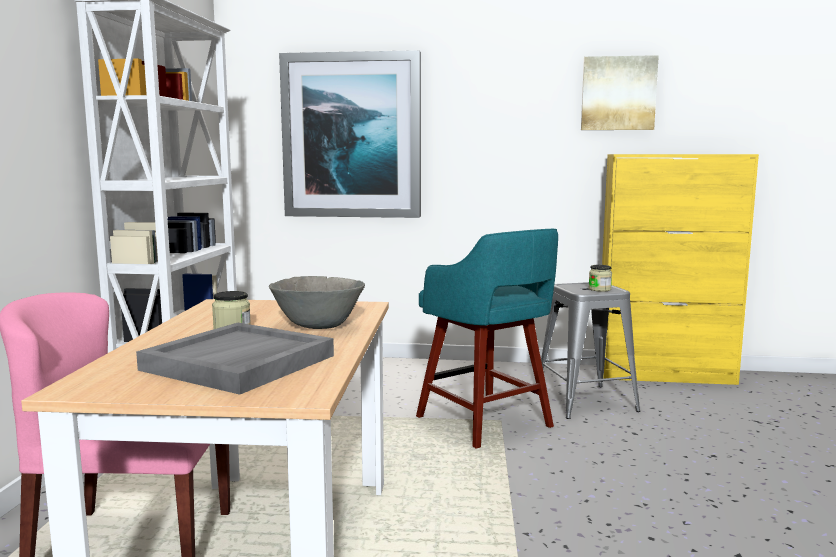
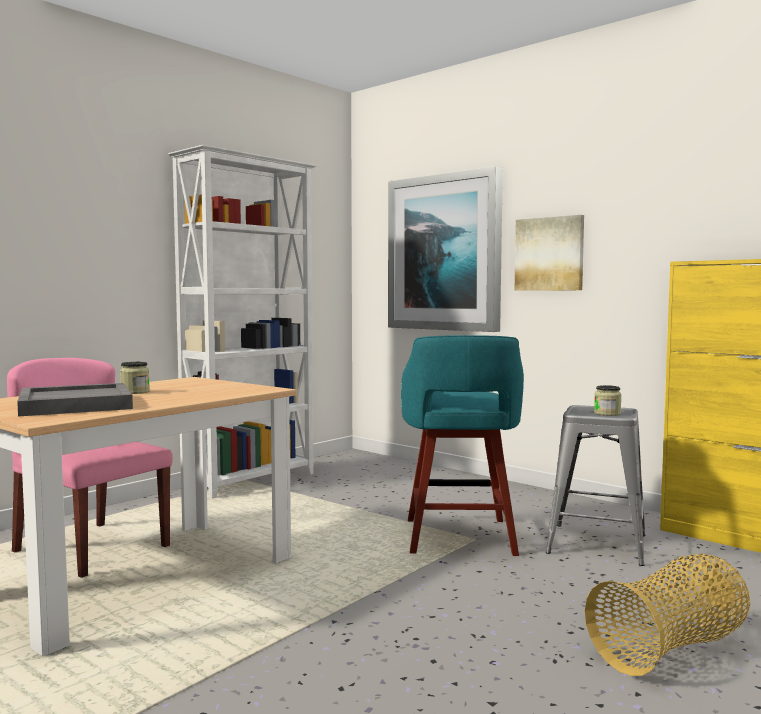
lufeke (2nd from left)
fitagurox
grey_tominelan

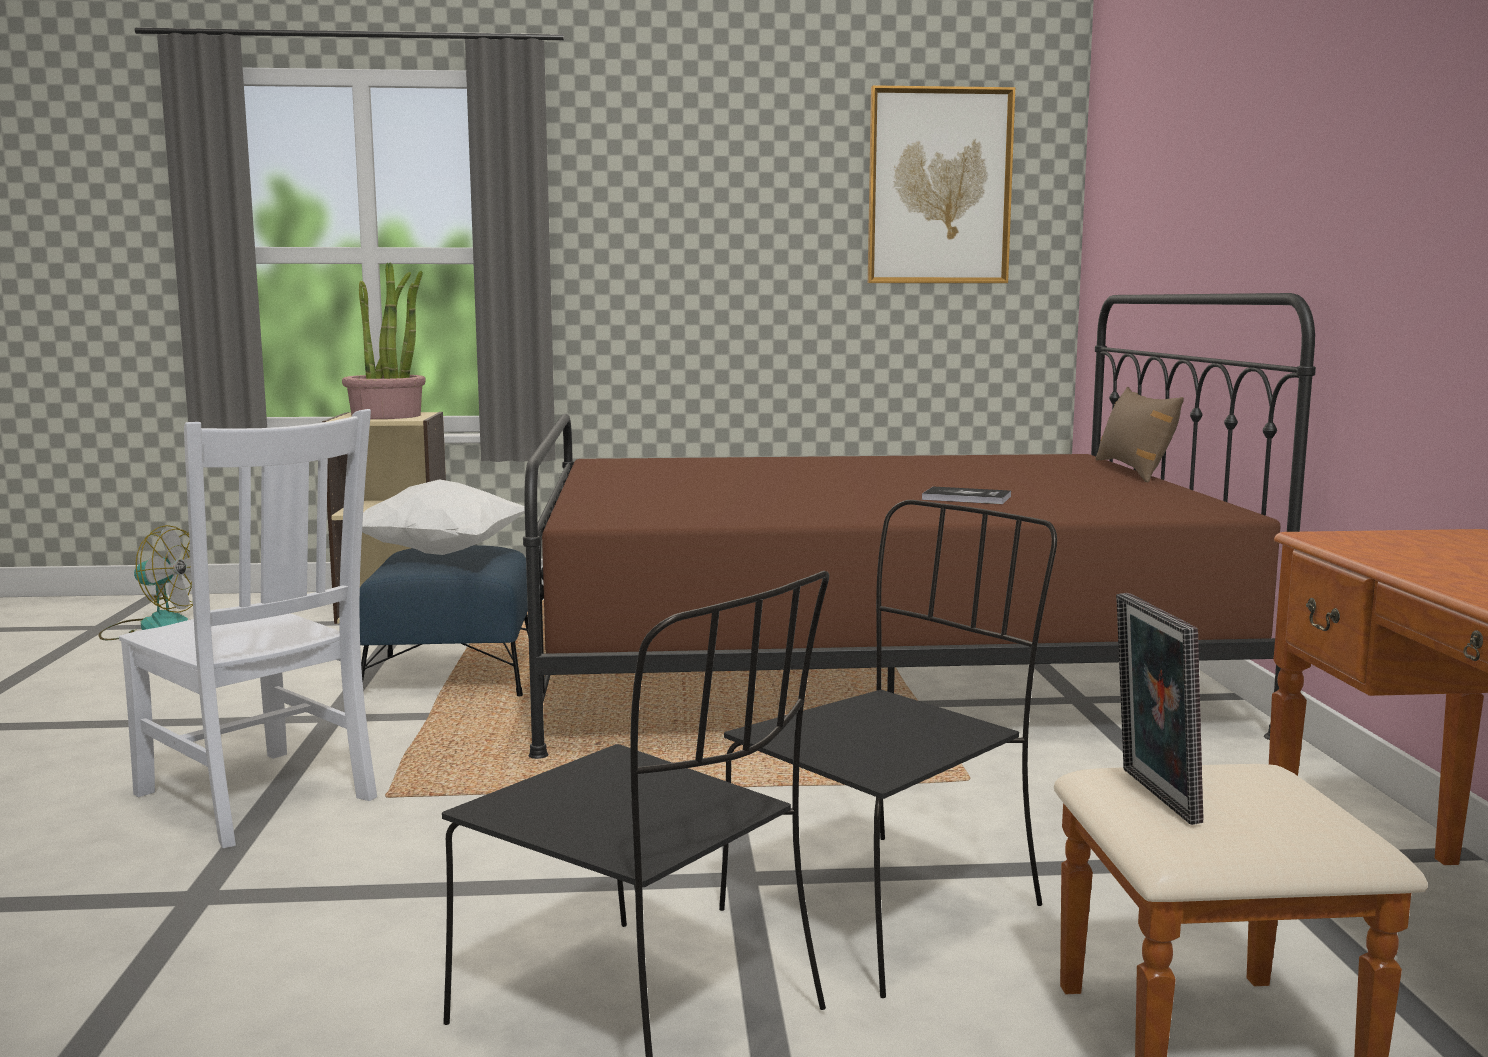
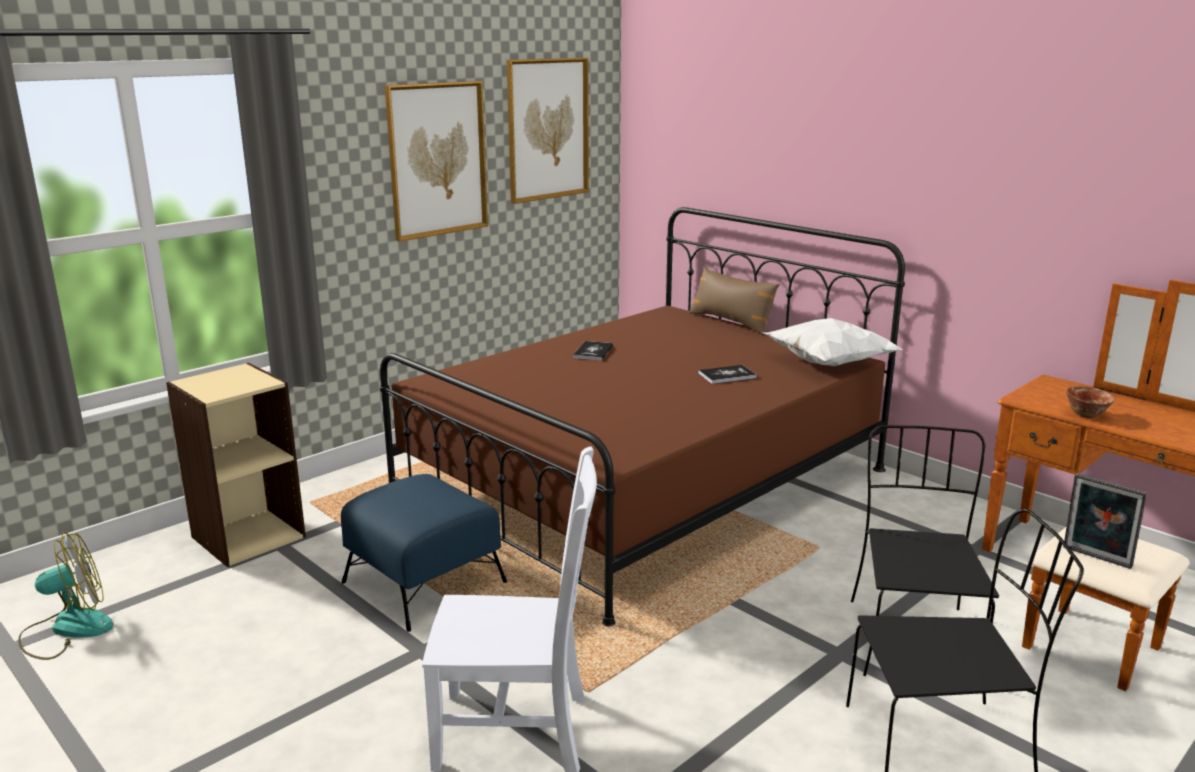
lufeke (1st from left)
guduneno (1st from left)
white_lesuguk
tominelan
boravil

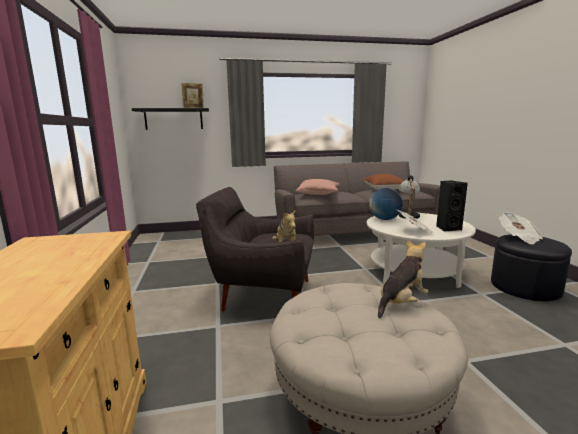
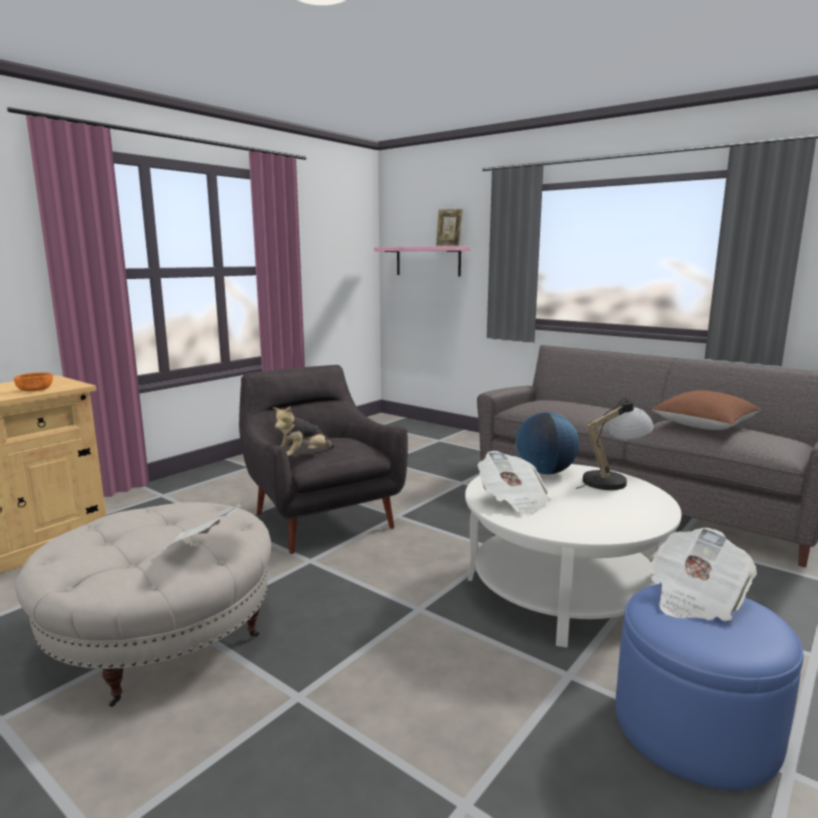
orange_tominelan
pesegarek (1st from left)
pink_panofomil
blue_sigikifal
pink_lesuguk
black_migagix

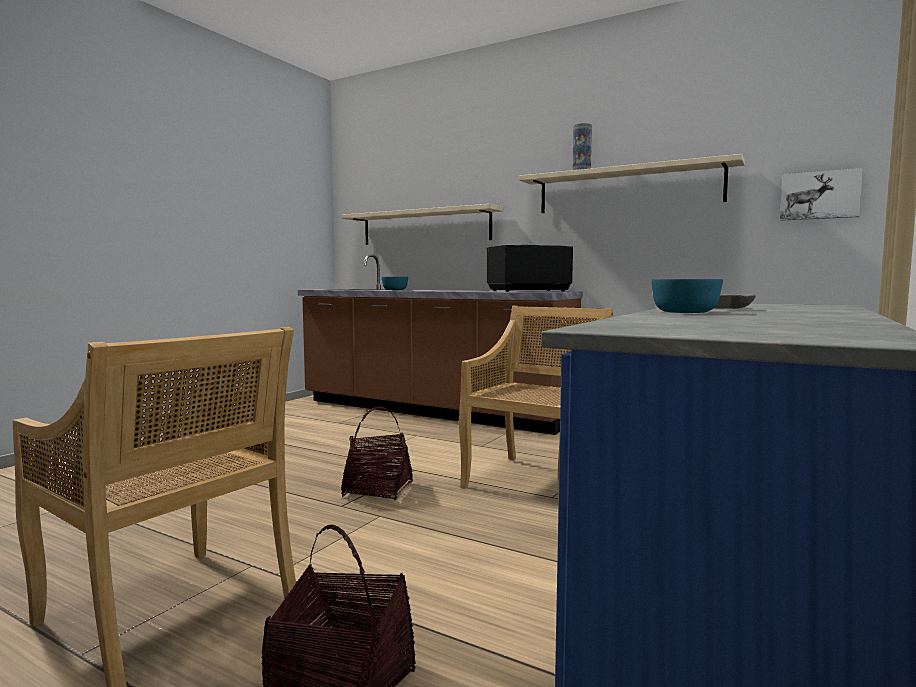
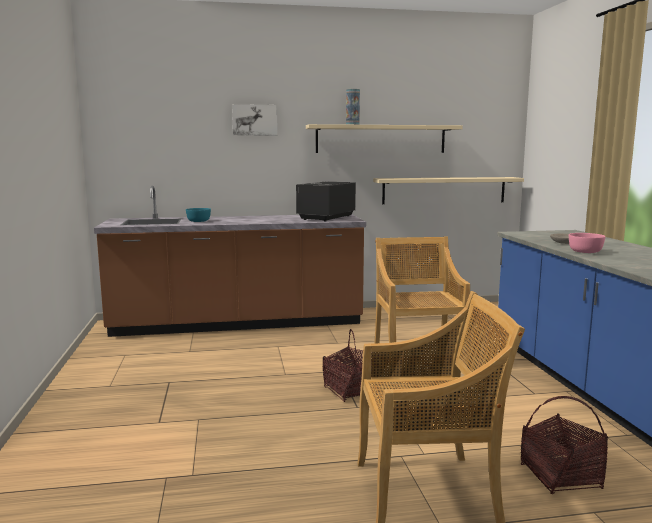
lufeke
beige_panofomil (2nd from left)
pink_tominelan

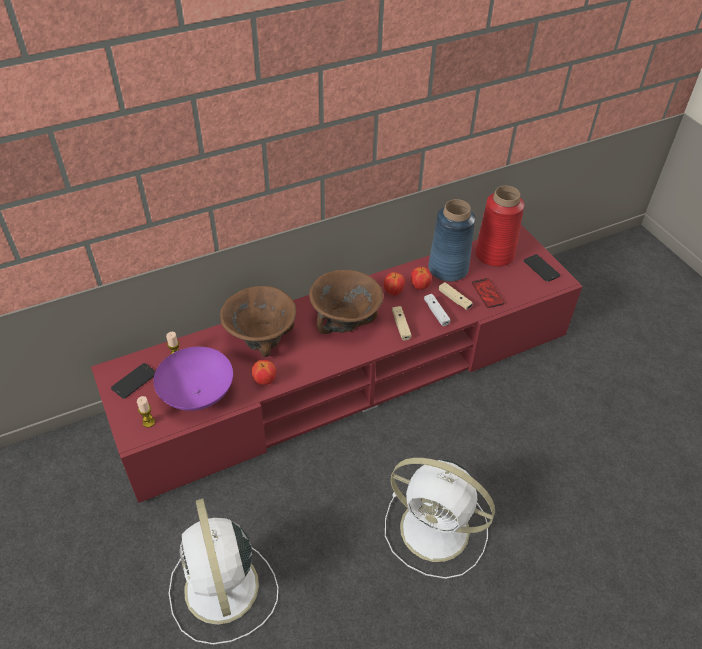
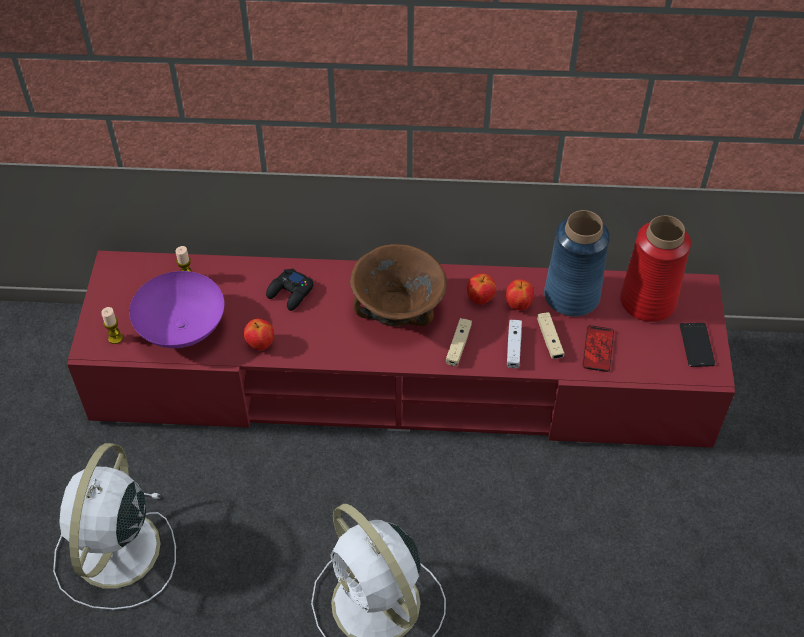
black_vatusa
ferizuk (1st from left in the first image)

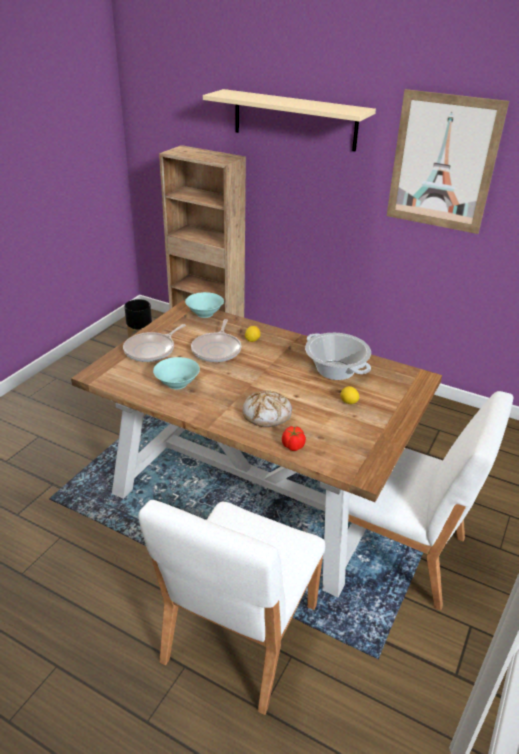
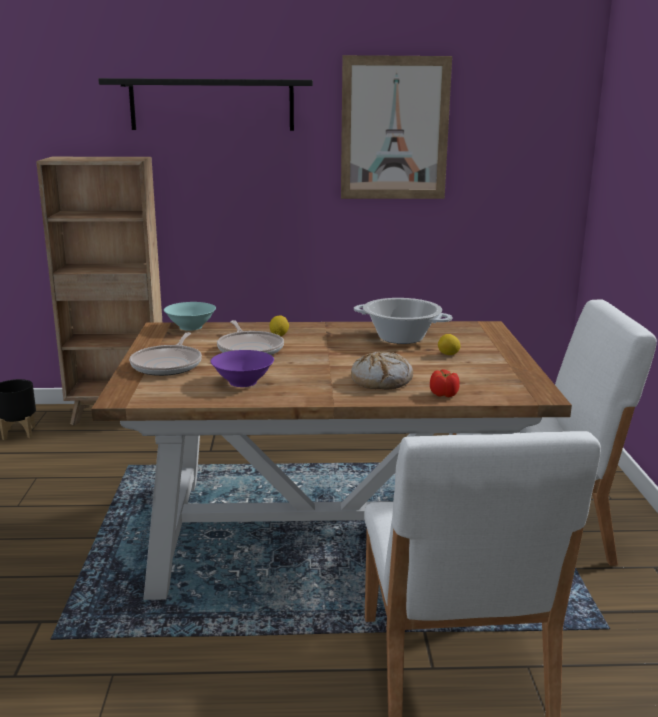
black_panofomil
purple_tominelan

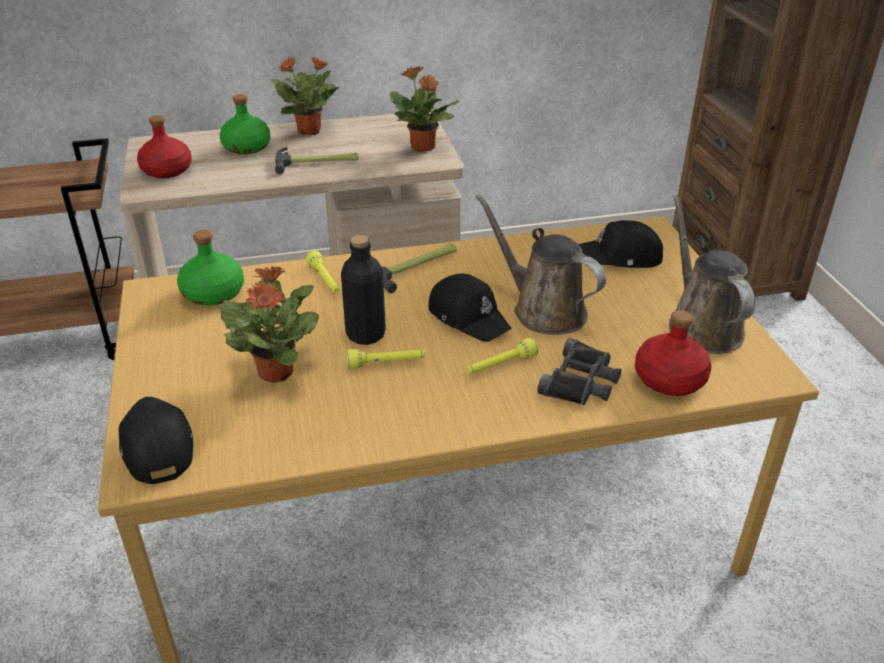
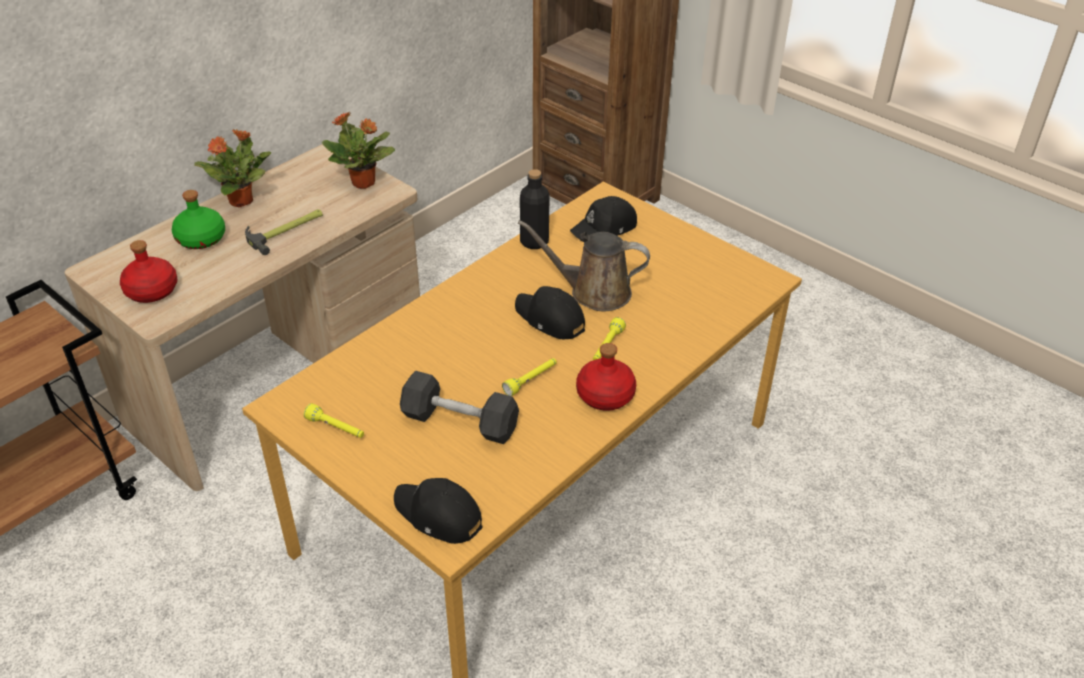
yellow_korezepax (1st from left)
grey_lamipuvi
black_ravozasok (2nd from left)
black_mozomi
red_mozomi (2nd from left)
green_mozomi (1st from left in the first image)
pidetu (2nd from left in the first image)
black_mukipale
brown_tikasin (2nd from left in the first image)

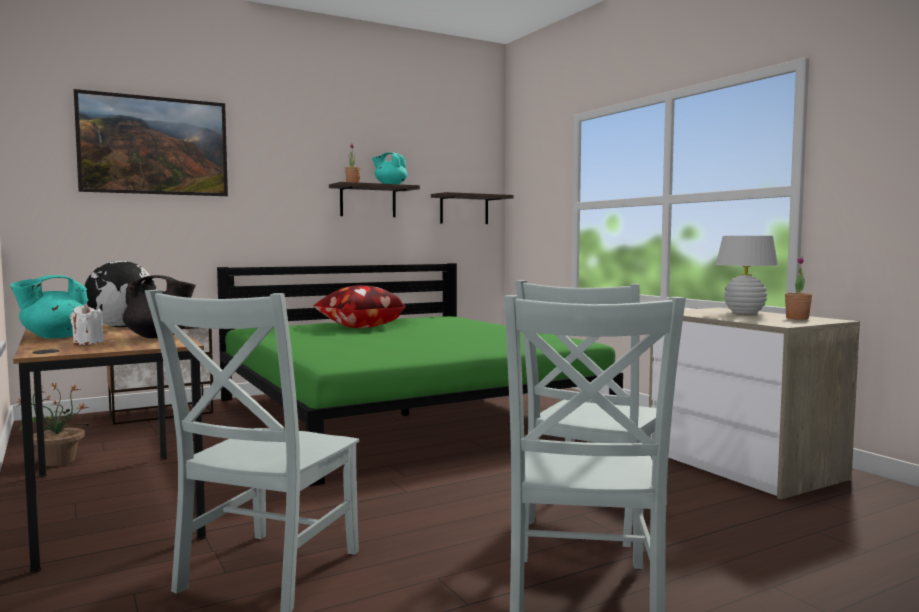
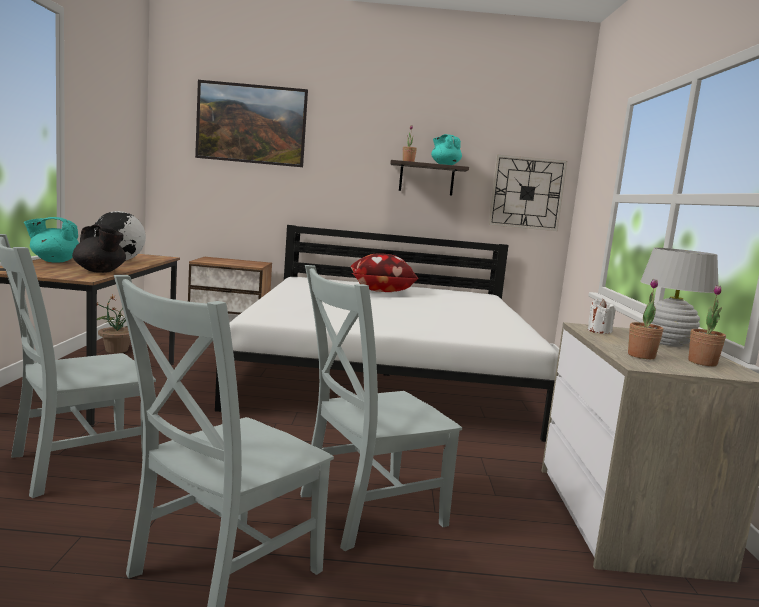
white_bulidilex
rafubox
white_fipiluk
boravil (3rd from left)

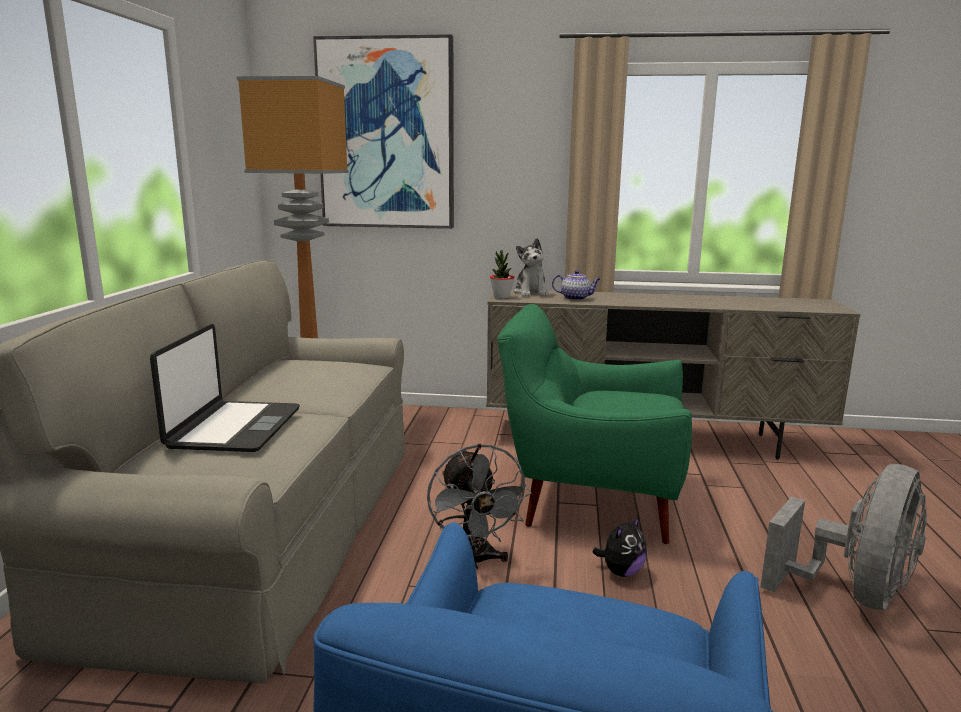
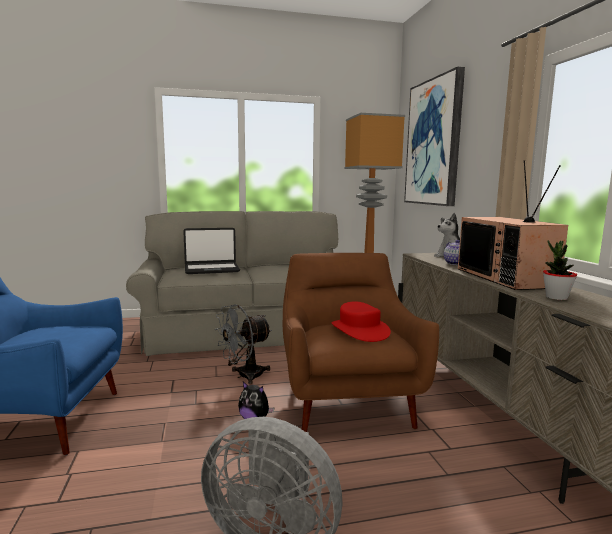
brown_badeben
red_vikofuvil
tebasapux
boravil

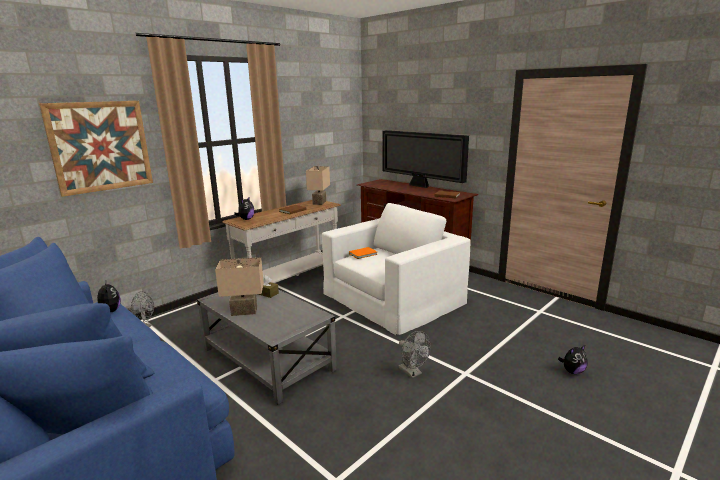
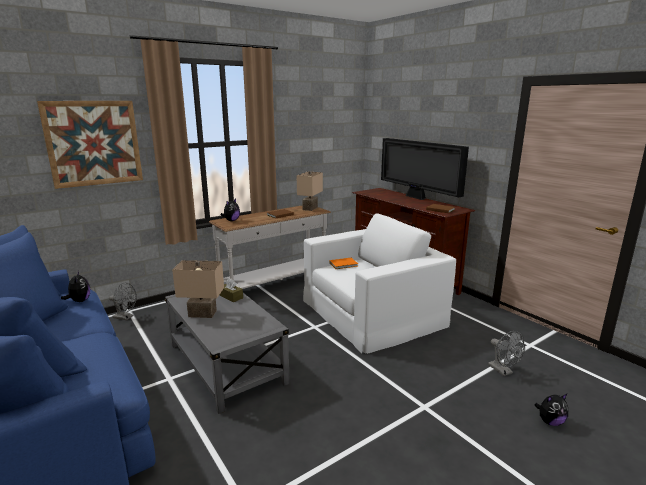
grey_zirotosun (2nd from left)

